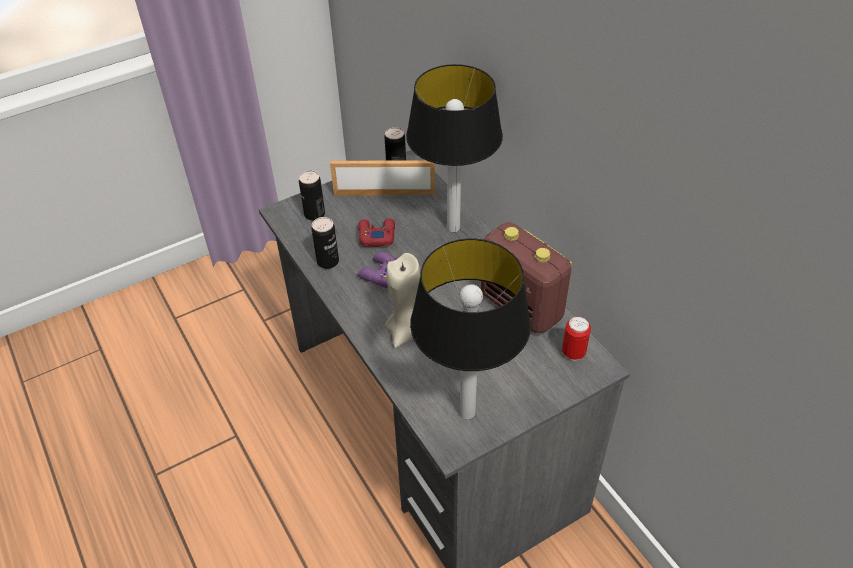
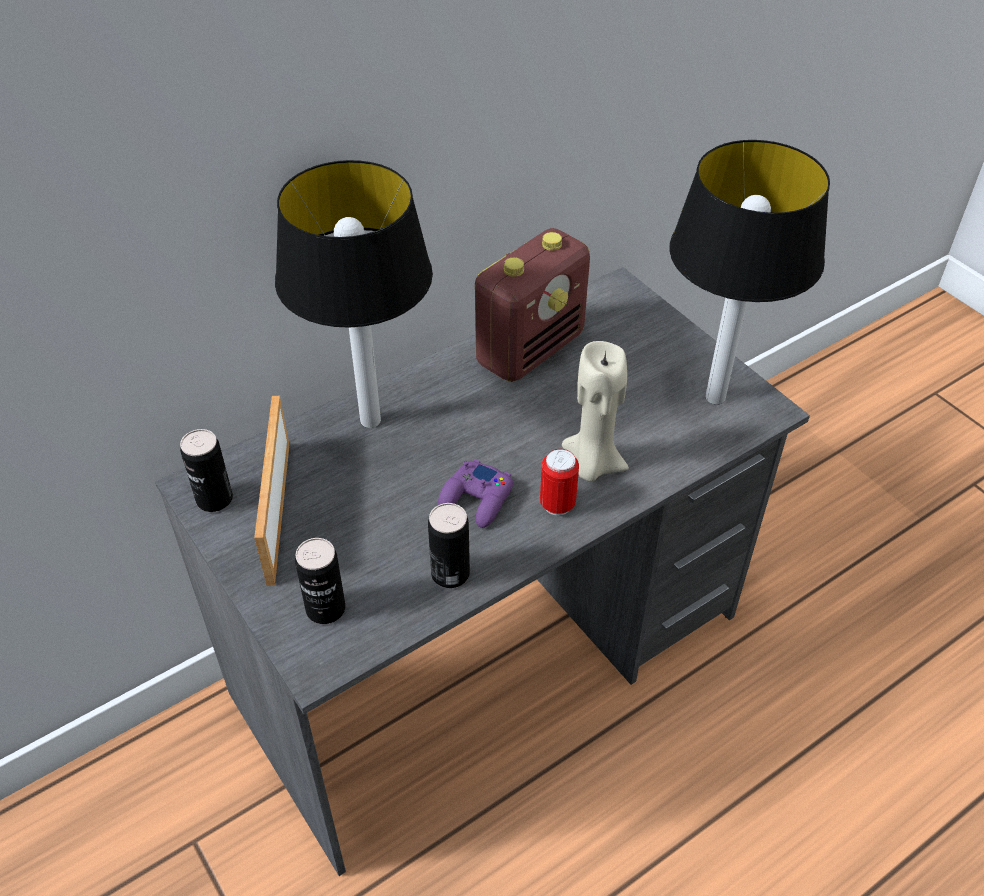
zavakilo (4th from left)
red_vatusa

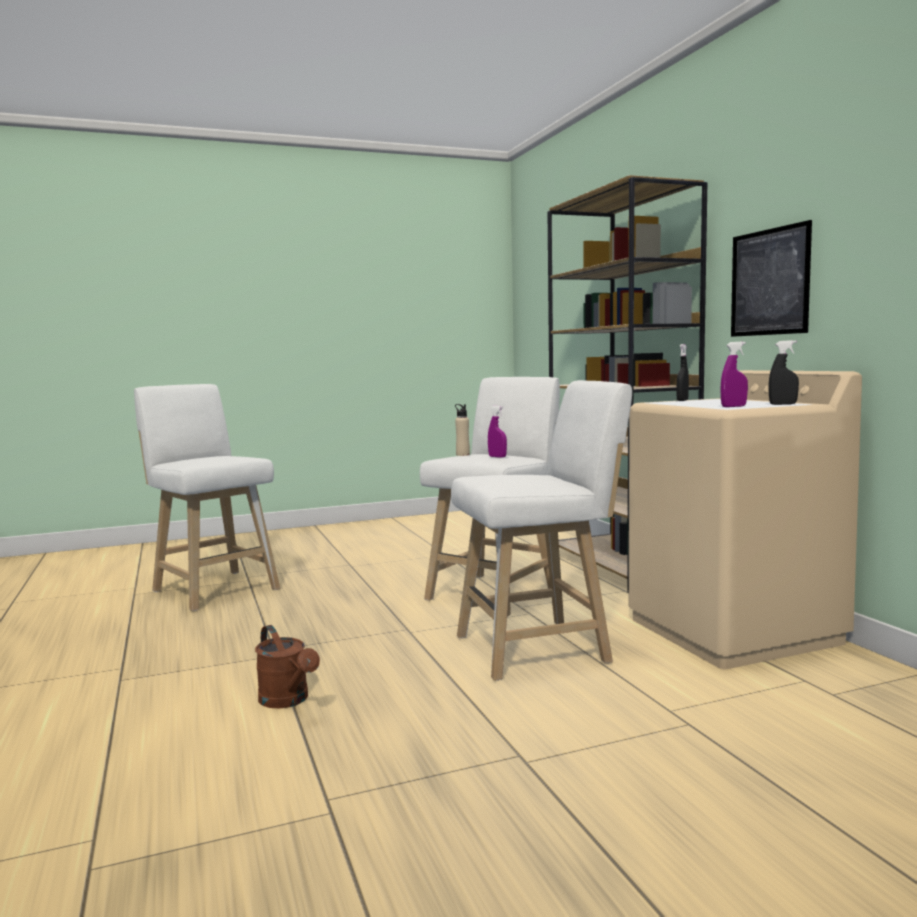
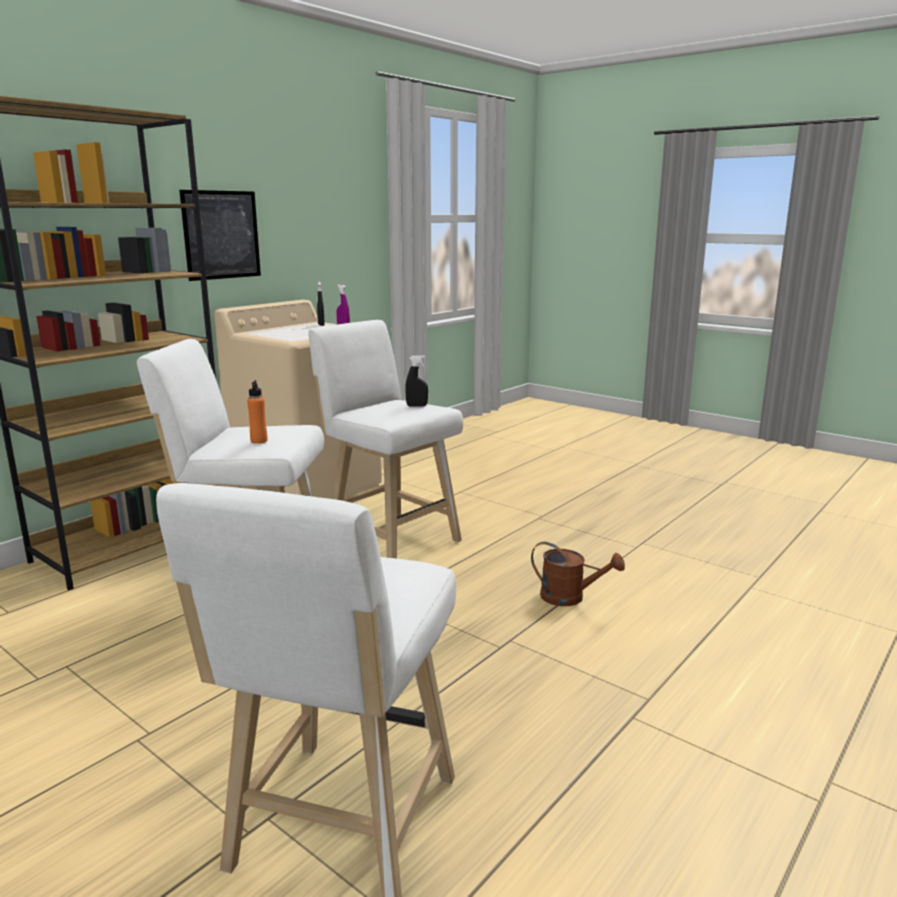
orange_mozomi
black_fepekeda (2nd from left)
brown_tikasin
purple_fepekeda (1st from left in the first image)

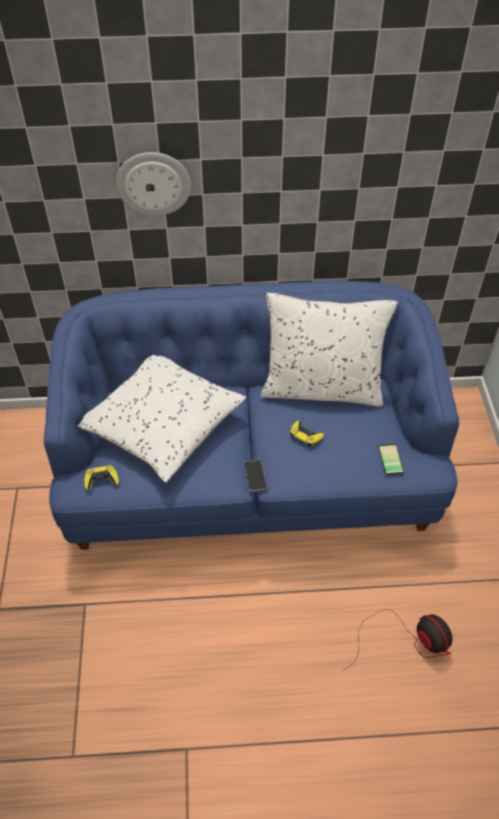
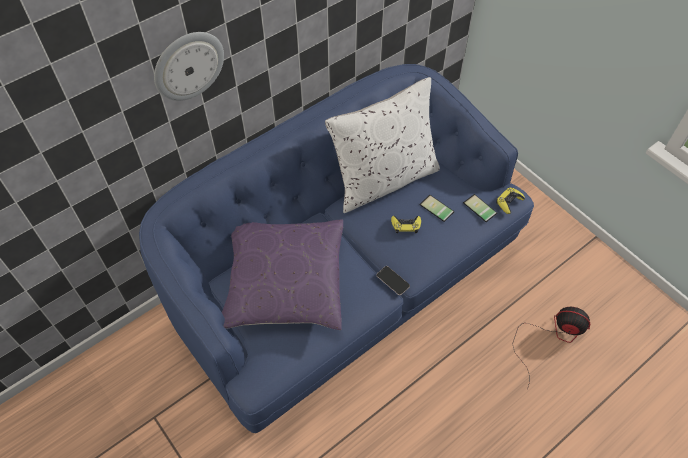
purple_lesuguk
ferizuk (2nd from left)
yellow_vatusa (2nd from left)

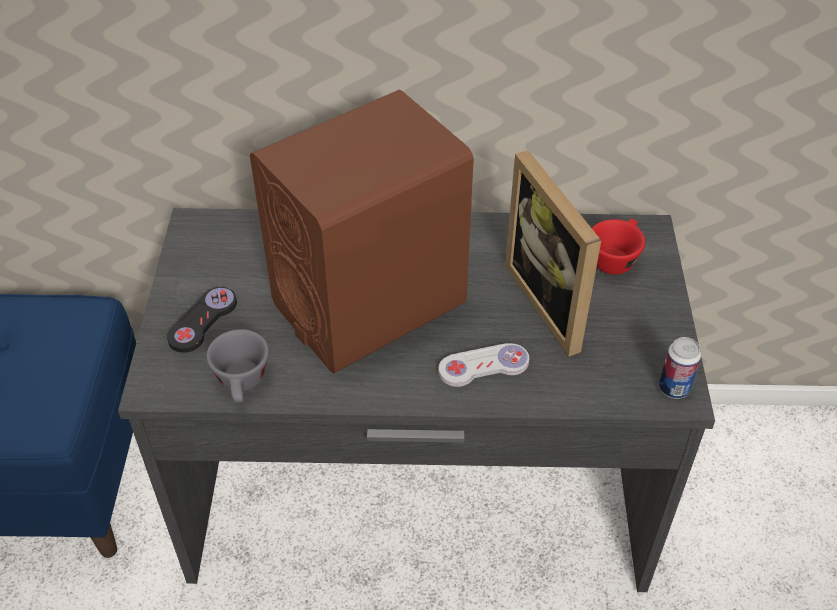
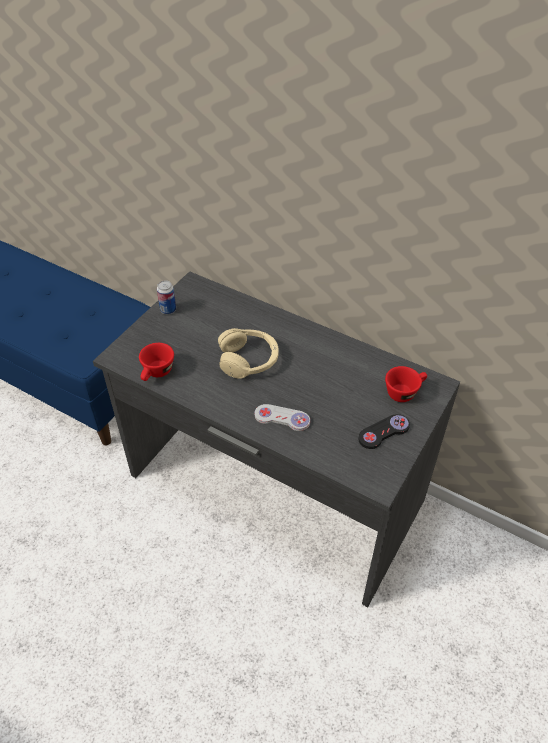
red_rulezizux (1st from left)
zavakilo
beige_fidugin
black_vatusa
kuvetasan

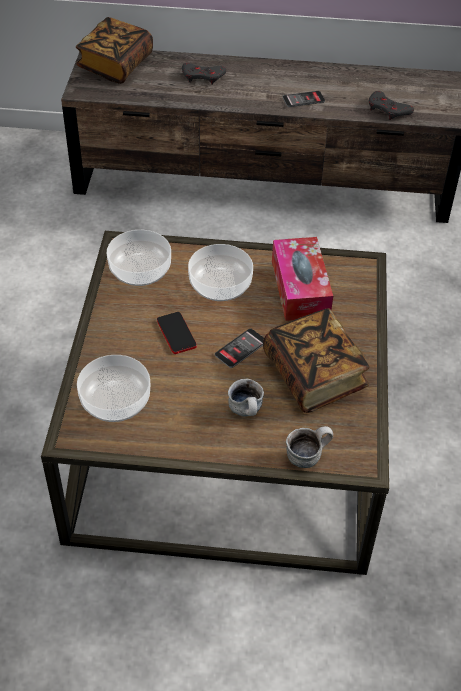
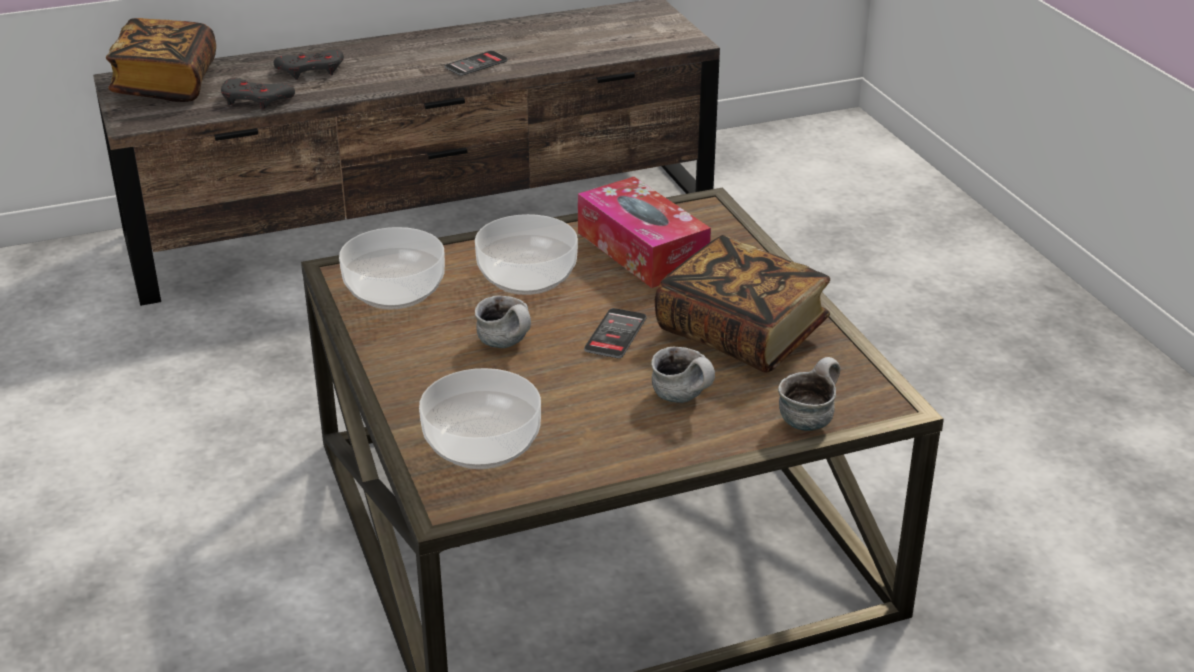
grey_vatusa (1st from left)
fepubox (1st from left)

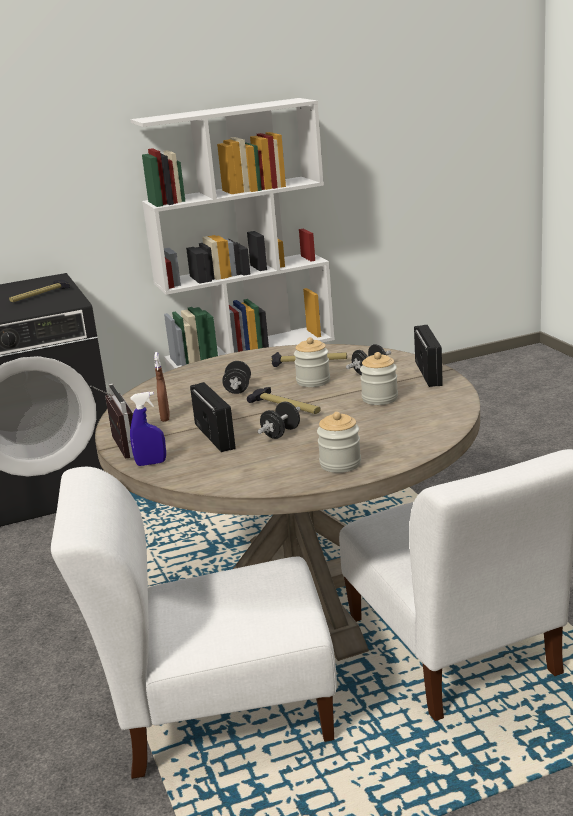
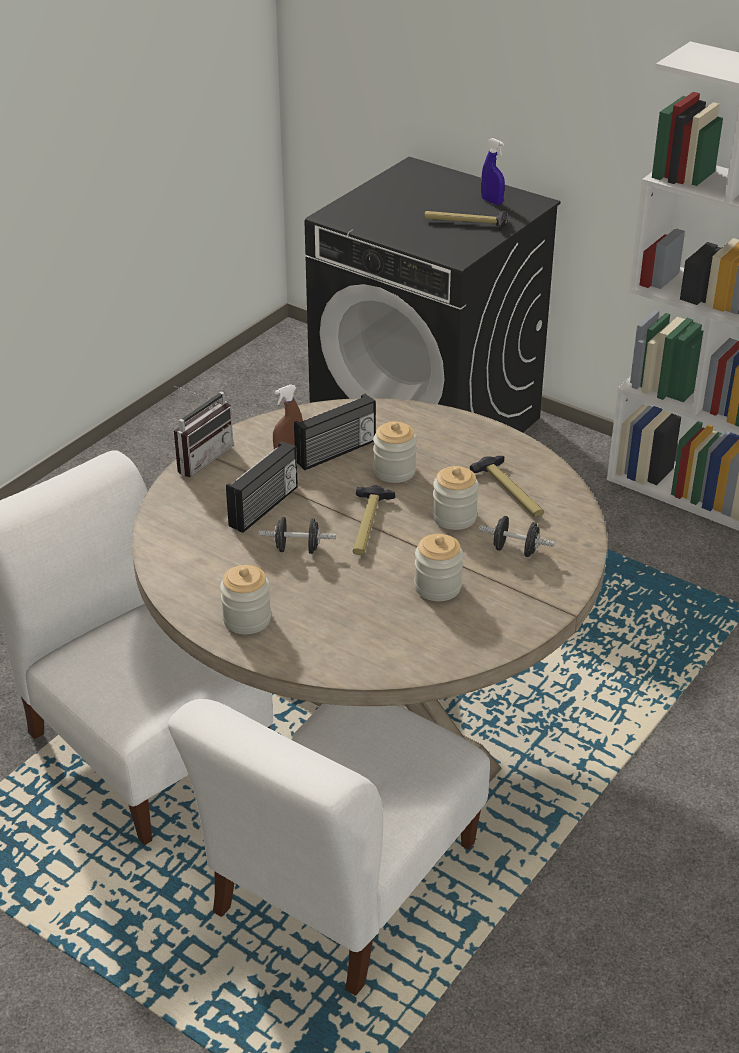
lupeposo (3rd from left)
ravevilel (2nd from left)
blue_fepekeda

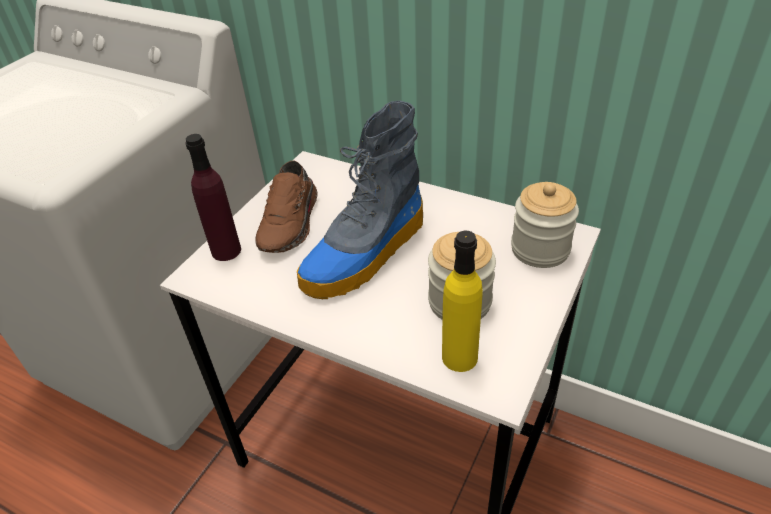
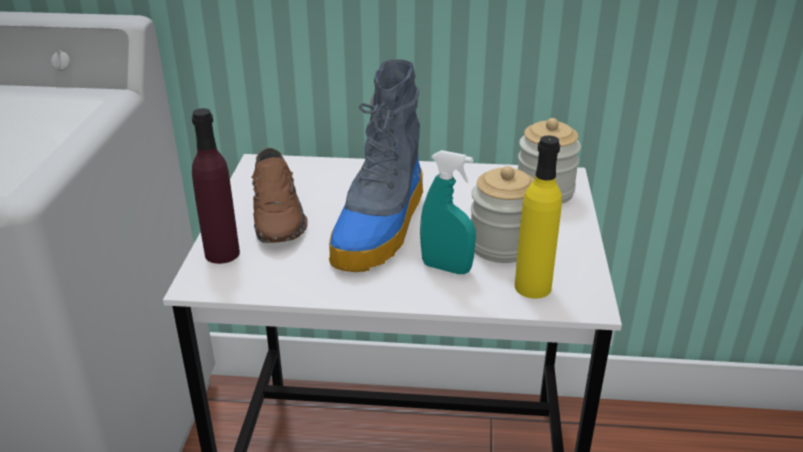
turquoise_fepekeda

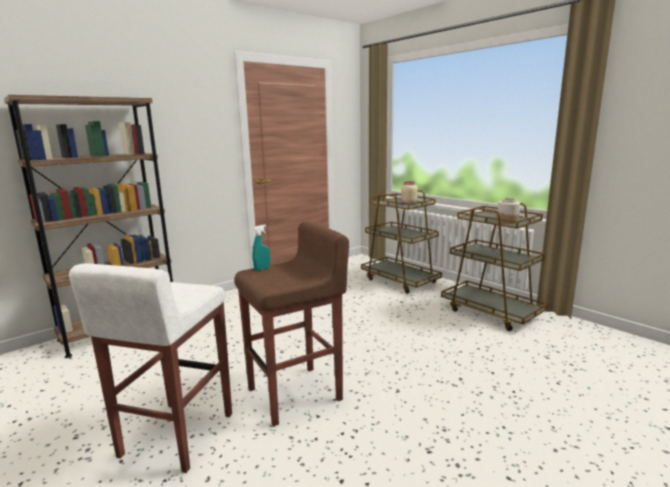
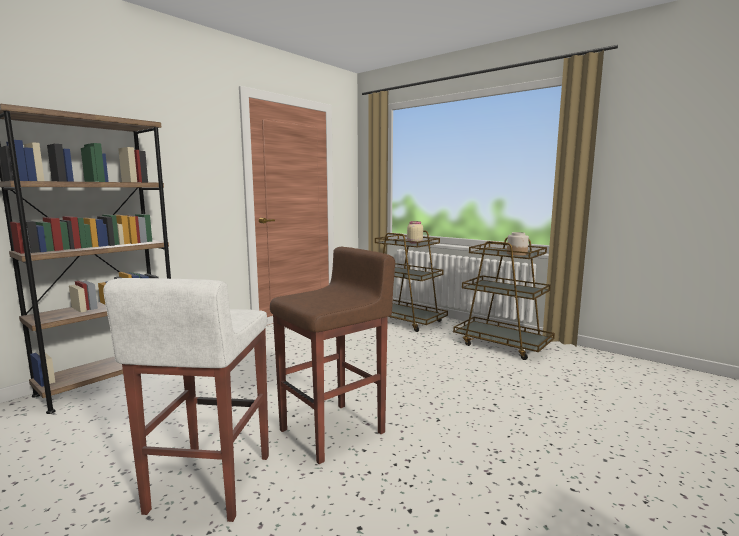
turquoise_fepekeda

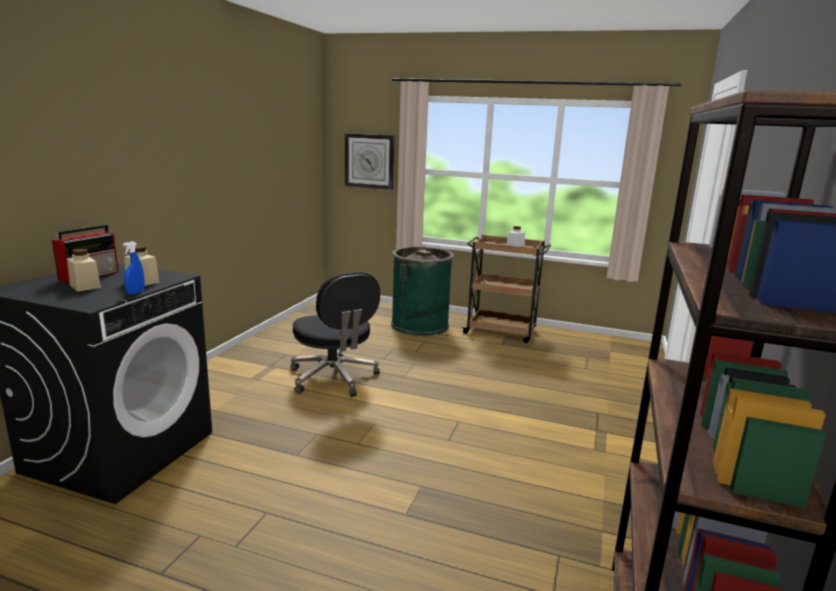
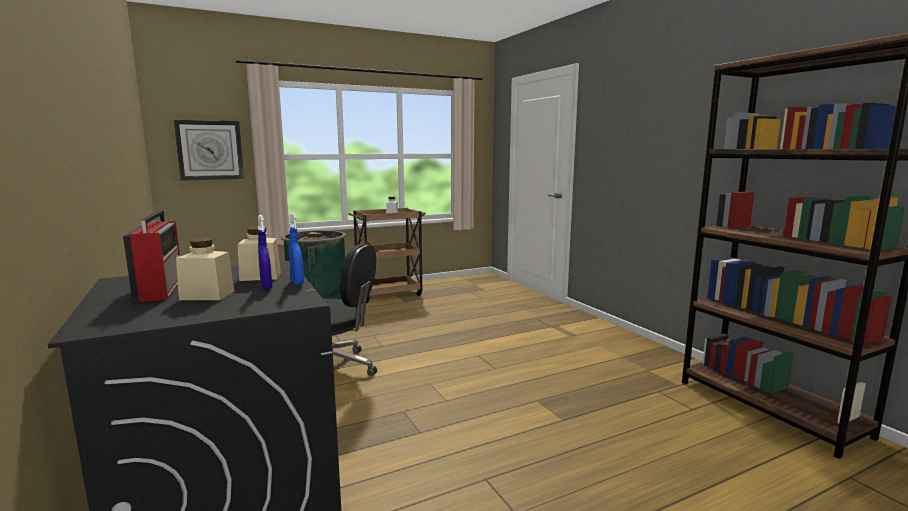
blue_fepekeda (1st from left)

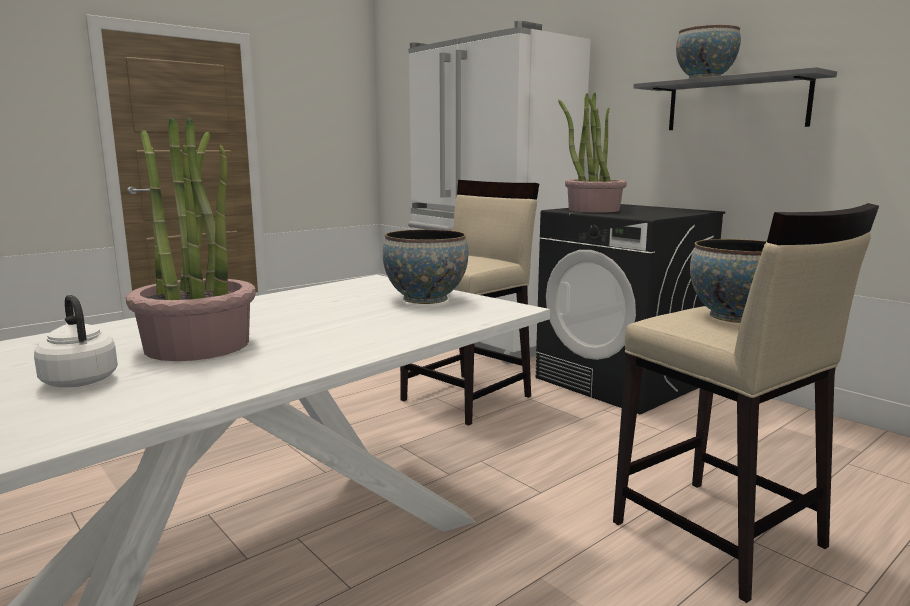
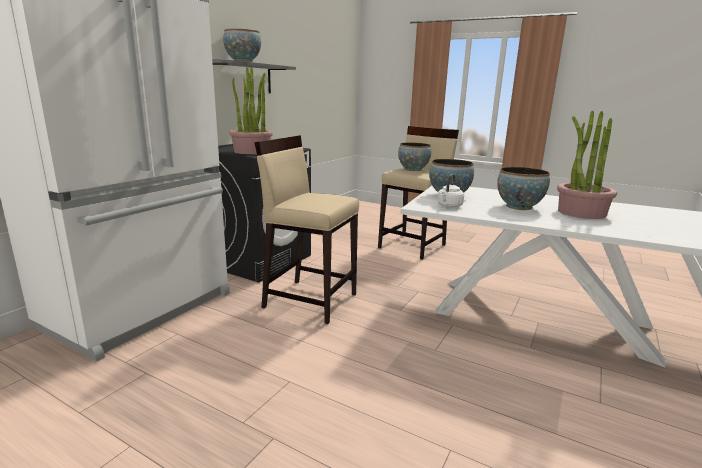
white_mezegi
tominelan (4th from left)

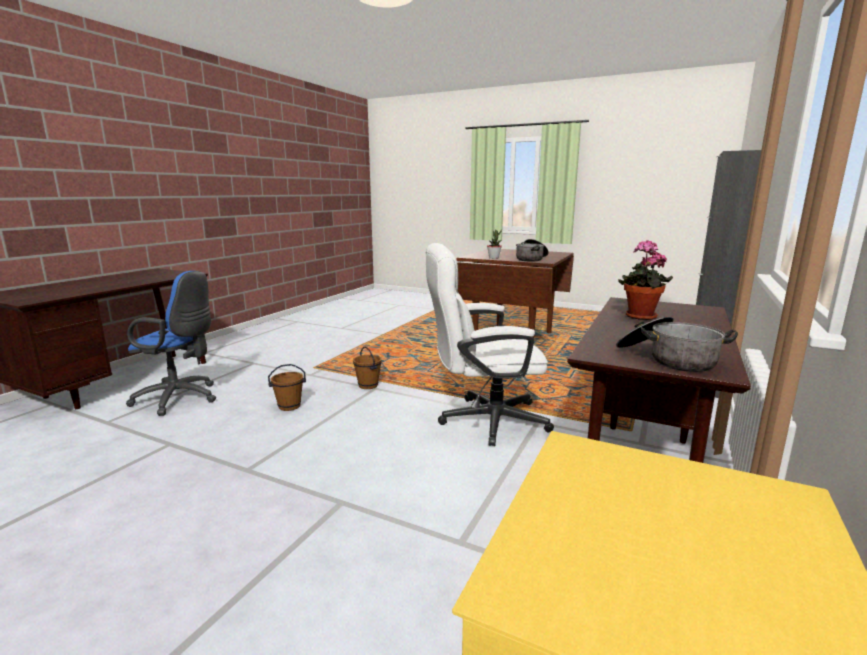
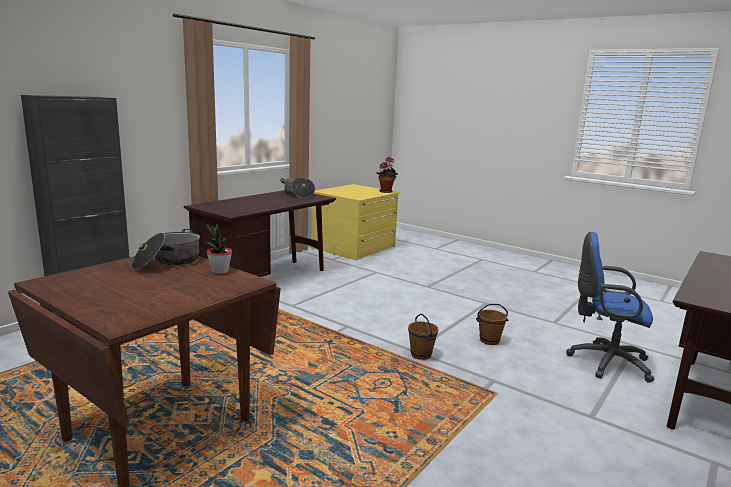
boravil (2nd from left)
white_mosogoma

